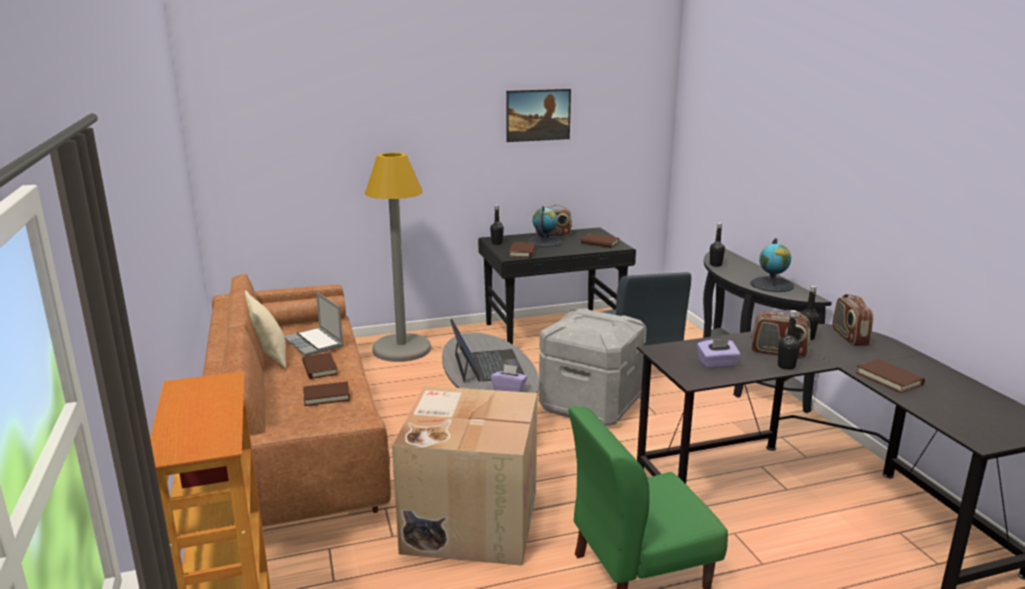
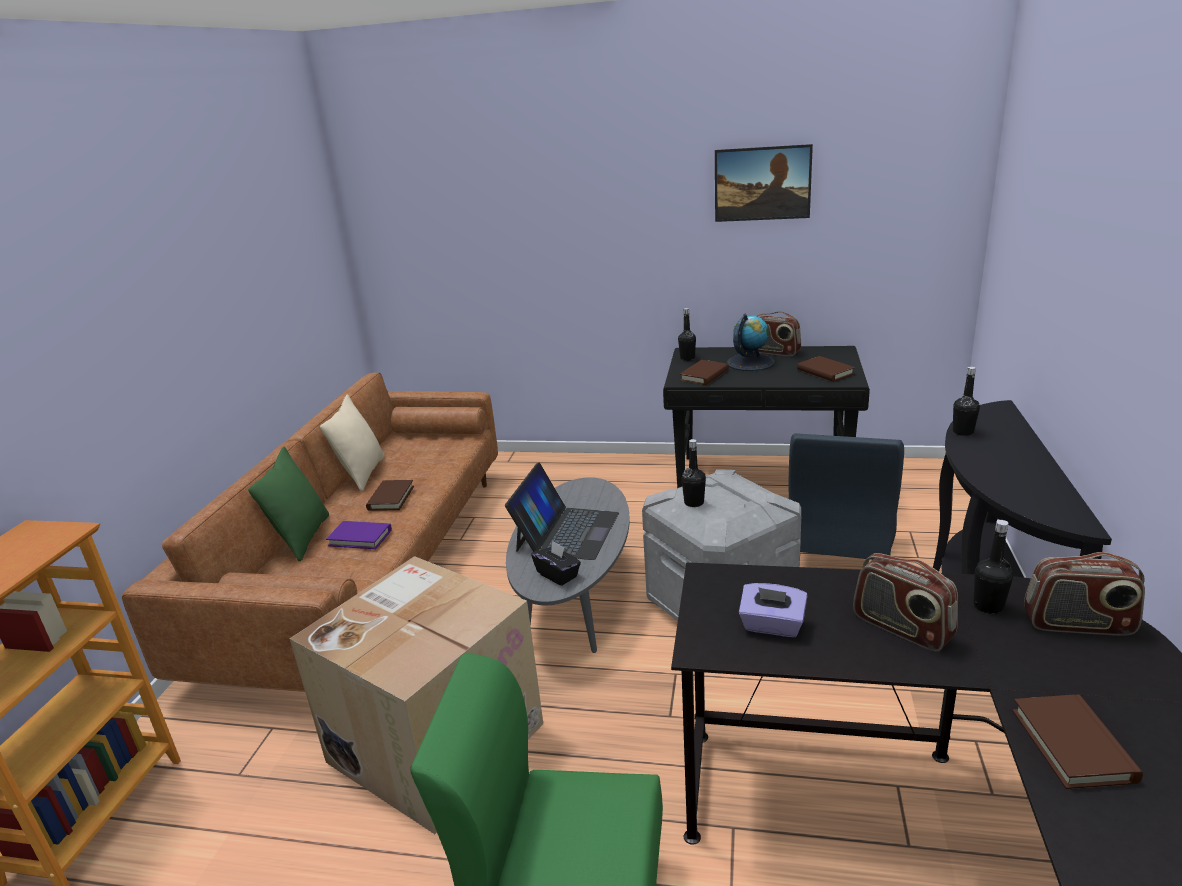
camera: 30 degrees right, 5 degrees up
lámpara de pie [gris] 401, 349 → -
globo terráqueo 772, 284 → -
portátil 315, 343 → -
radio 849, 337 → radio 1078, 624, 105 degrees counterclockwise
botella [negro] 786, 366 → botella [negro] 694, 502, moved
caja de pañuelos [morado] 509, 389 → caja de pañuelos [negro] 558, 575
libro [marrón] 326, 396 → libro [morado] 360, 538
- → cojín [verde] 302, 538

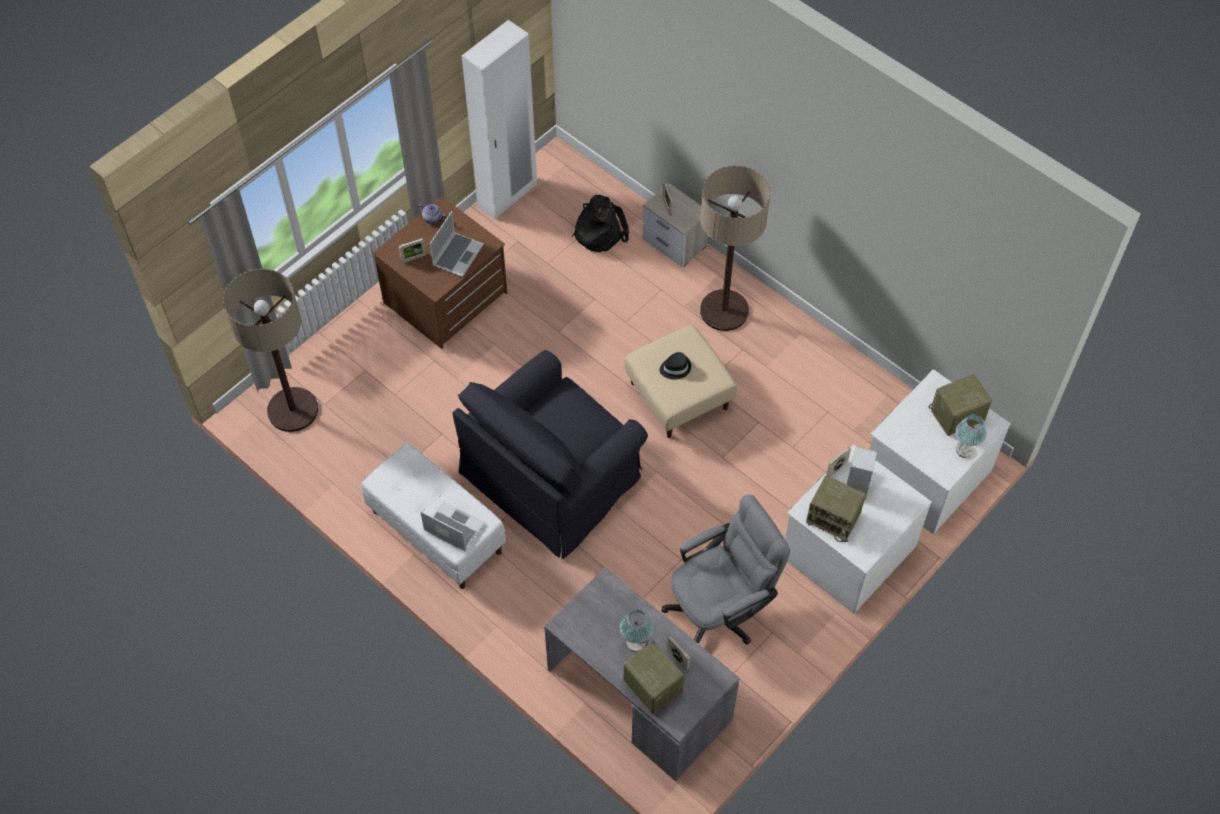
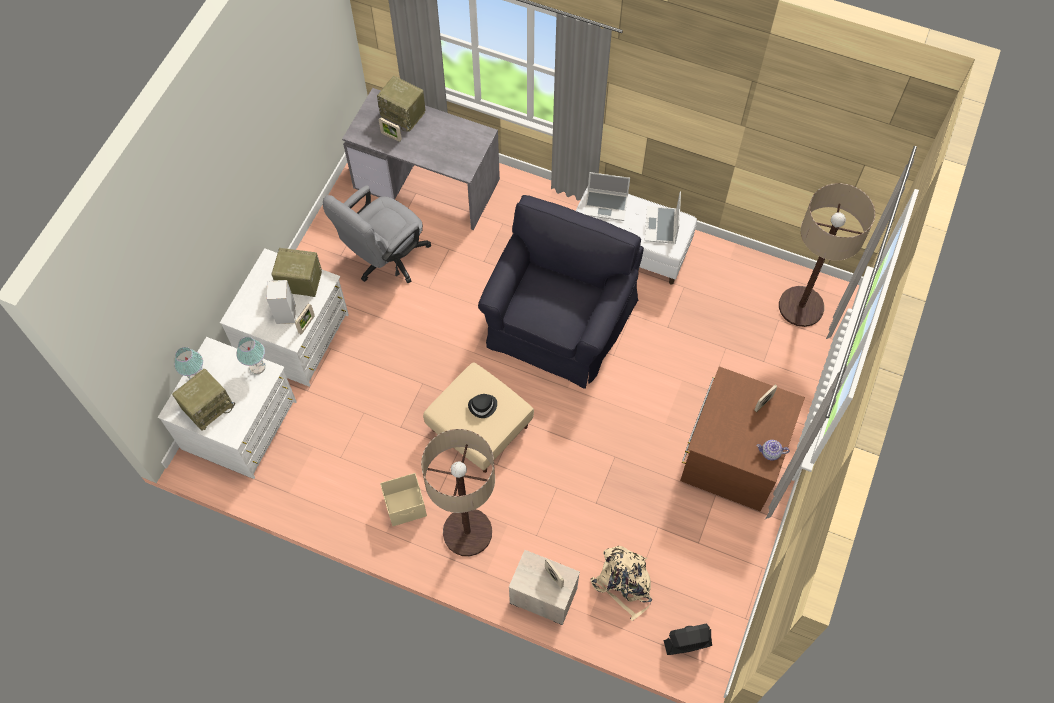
camera: 160 degrees right, 5 degrees up
armario ropero [blanco] 507, 196 → -
mochila [negro] 599, 231 → mochila [beis] 624, 583
portátil 457, 255 → portátil 661, 226, moved
lámpara de mesa 636, 643 → lámpara de mesa 257, 367, moved
- → caja de almacenaje [beis] 406, 506
- → ventilador [negro] 687, 643

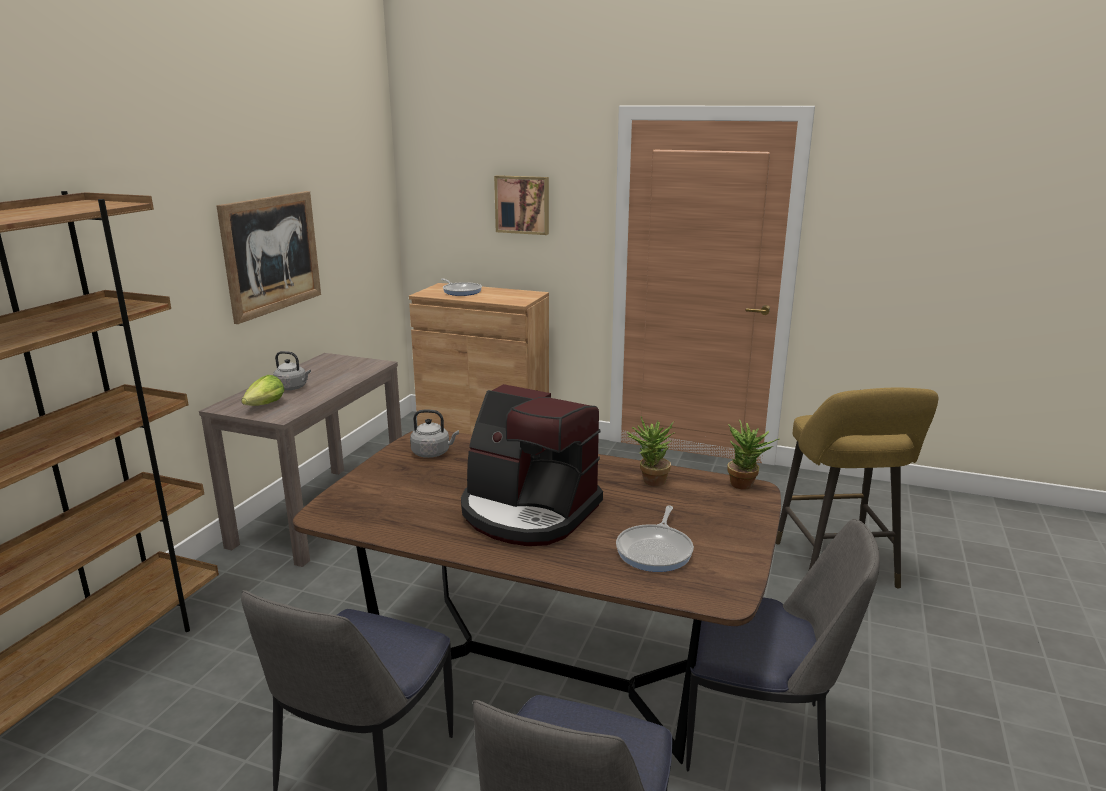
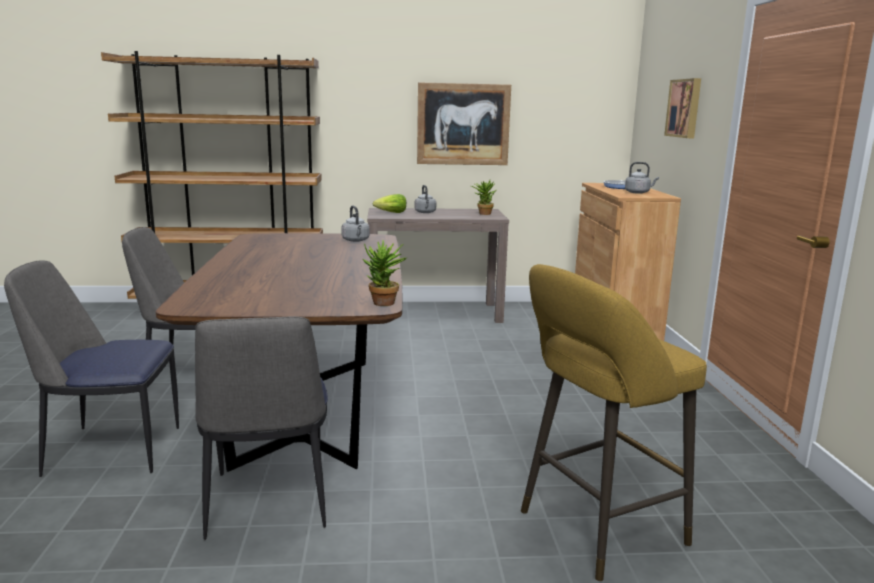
camera: 65 degrees right, 5 degrees down
cafetera 528, 512 → -
planta en maceta 649, 482 → planta en maceta 483, 213, moved
sartén 656, 550 → -
- → hervidor [gris] 638, 192

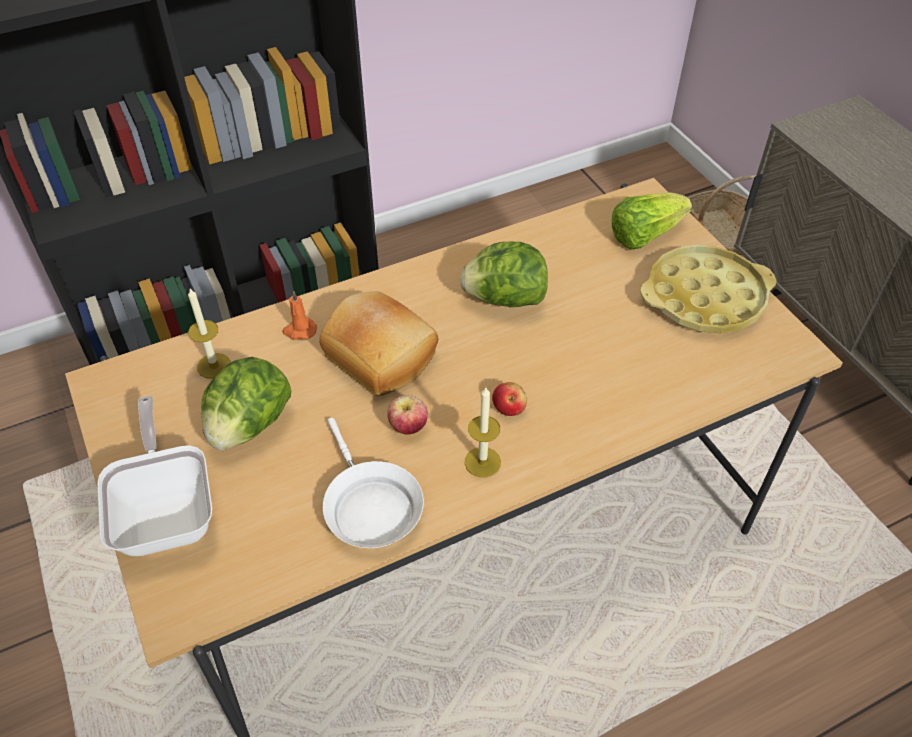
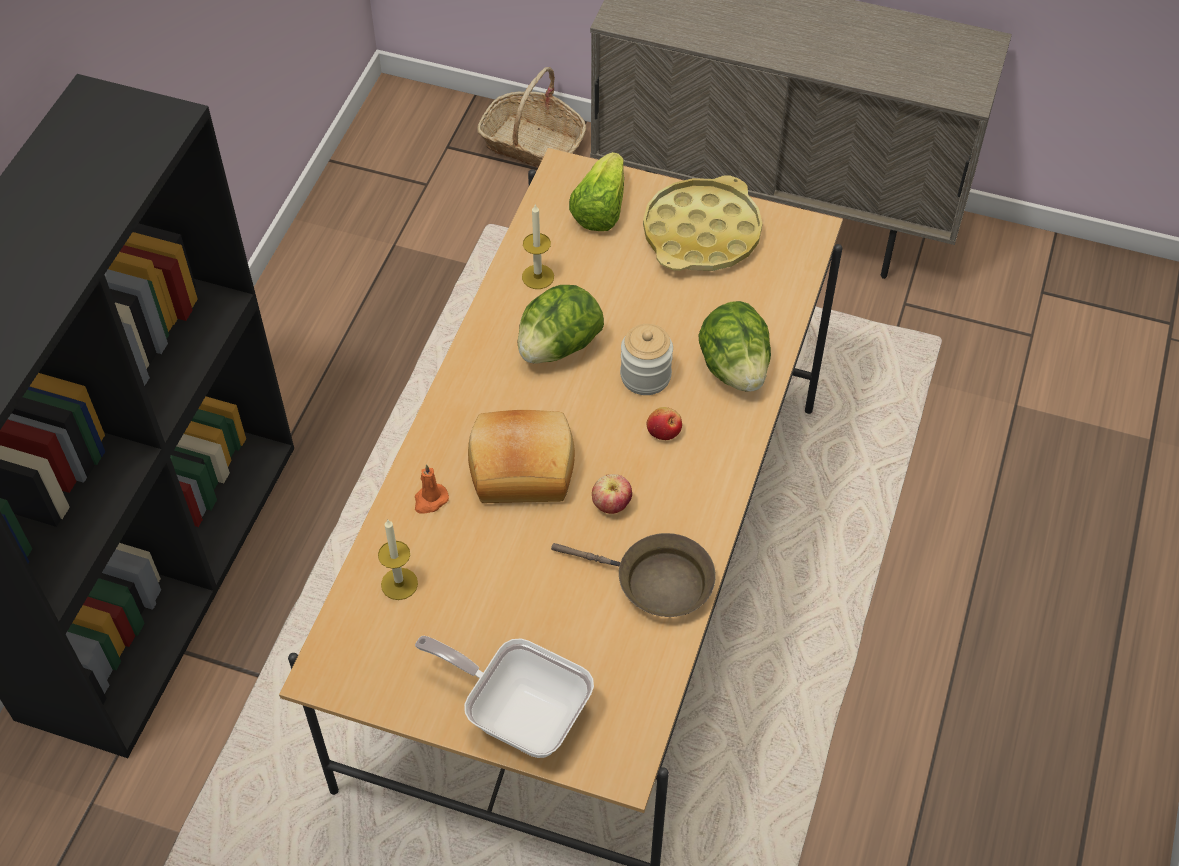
camera: 45 degrees left, 5 degrees up
lechuga 249, 425 → lechuga 734, 368, moved
vela 482, 462 → vela 538, 277, moved
sartén [blanco] 369, 506 → sartén [marrón] 656, 582
- → tarro 645, 376

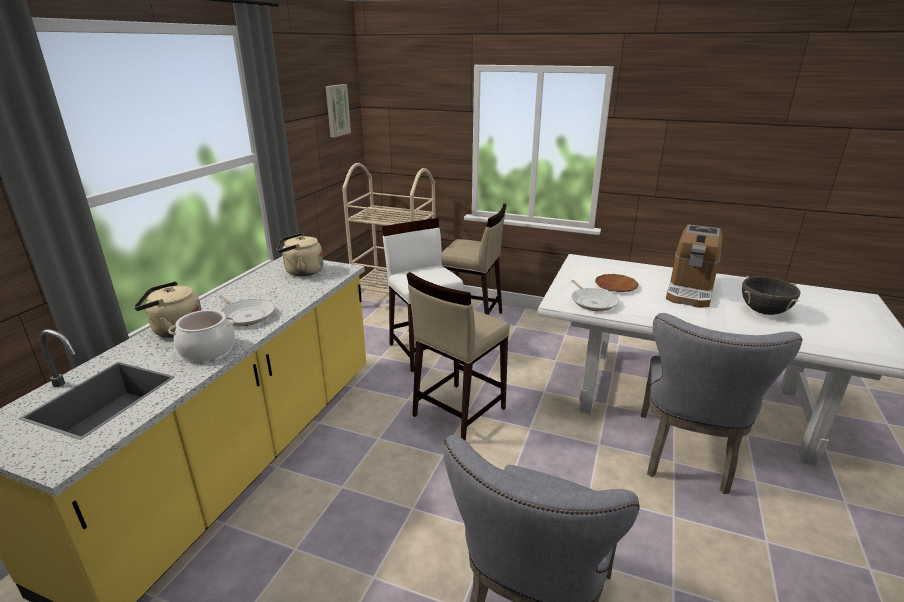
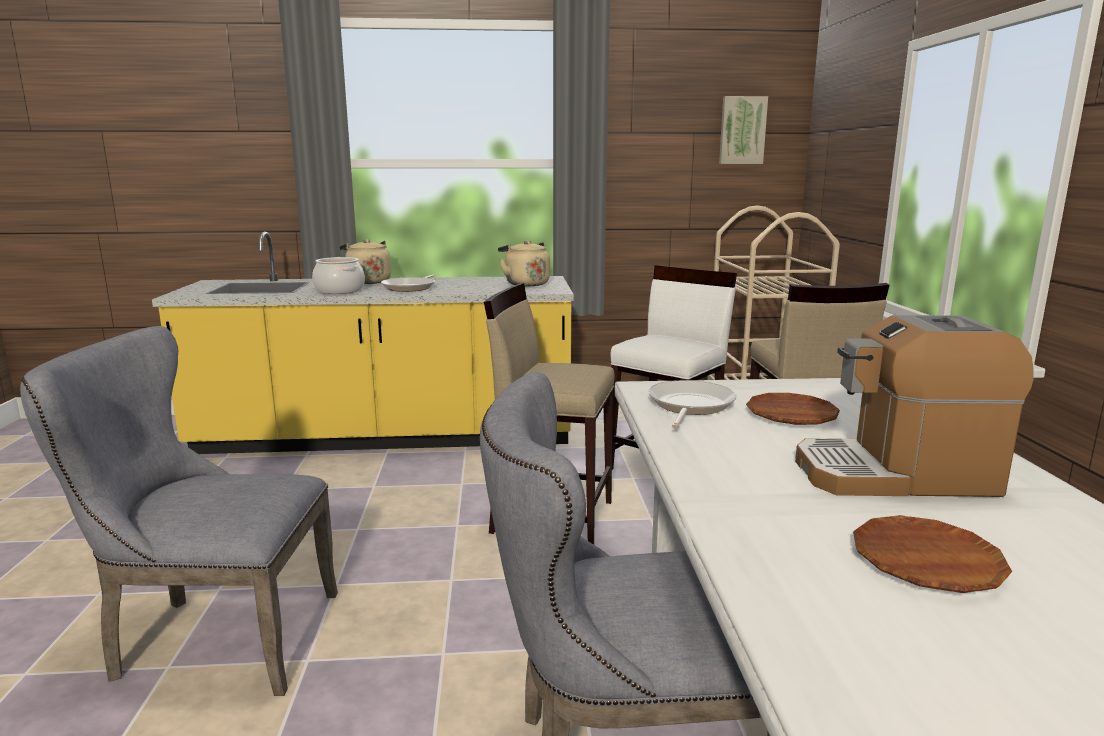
camera: 65 degrees right, 10 degrees down
olla [negro] 763, 312 → plato [marrón] 926, 562
sartén 592, 301 → sartén 689, 406, 150 degrees clockwise

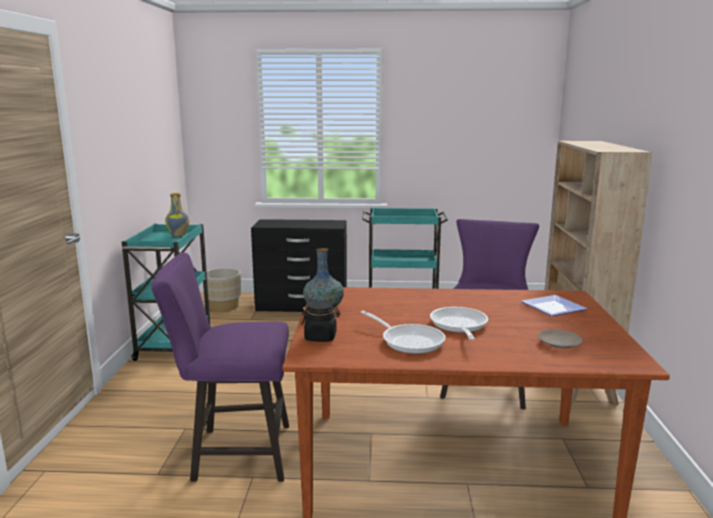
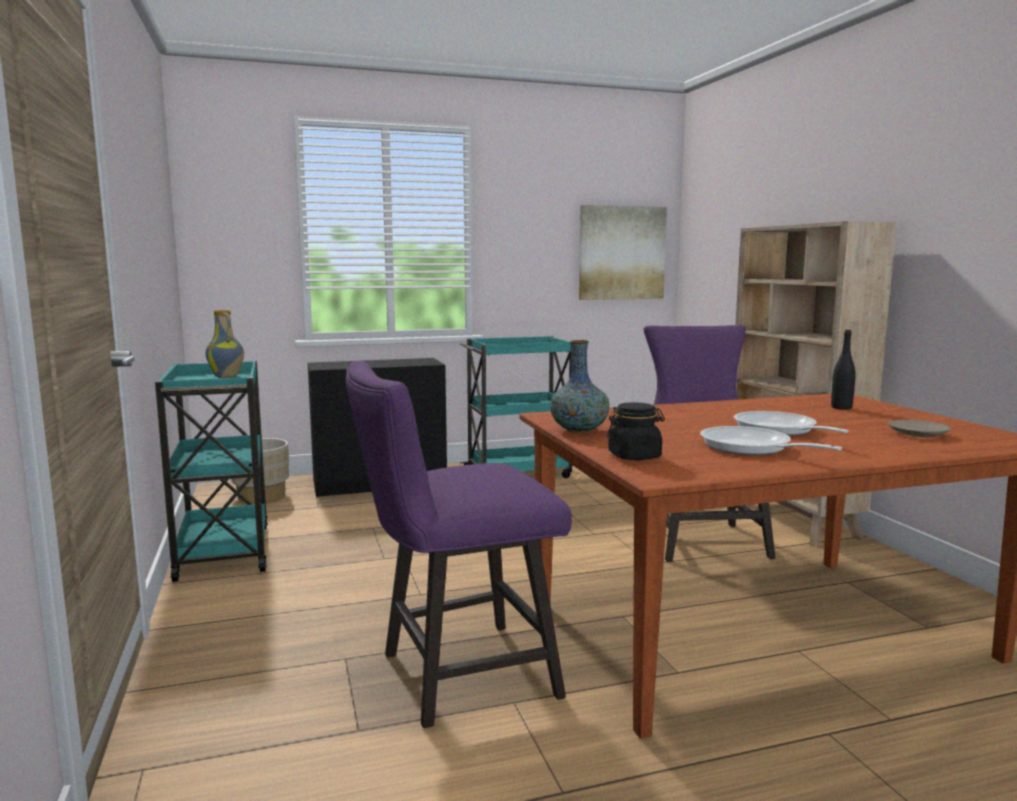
camera: 20 degrees left, 5 degrees down
plato 550, 307 → botella [negro] 841, 407
sartén 409, 341 → sartén 751, 448, 150 degrees counterclockwise
- → cuadro 621, 253

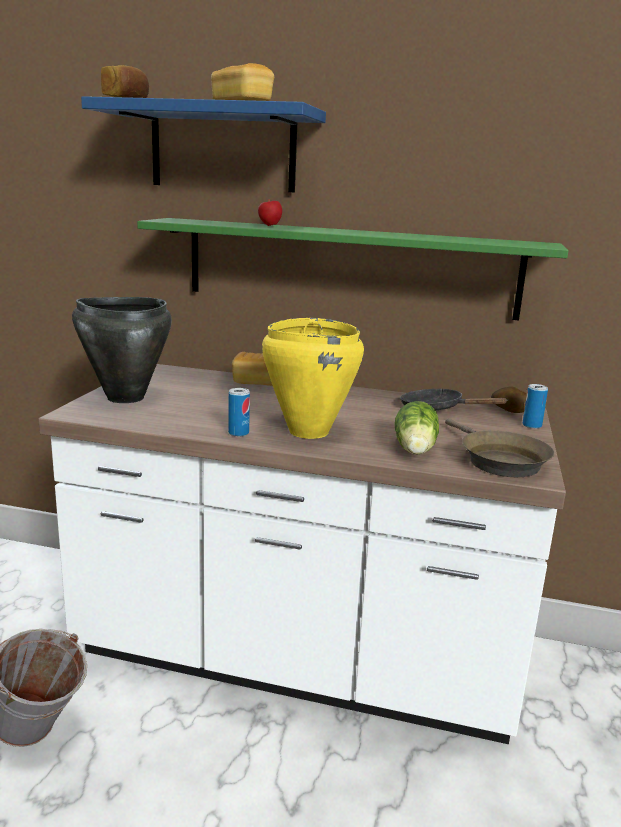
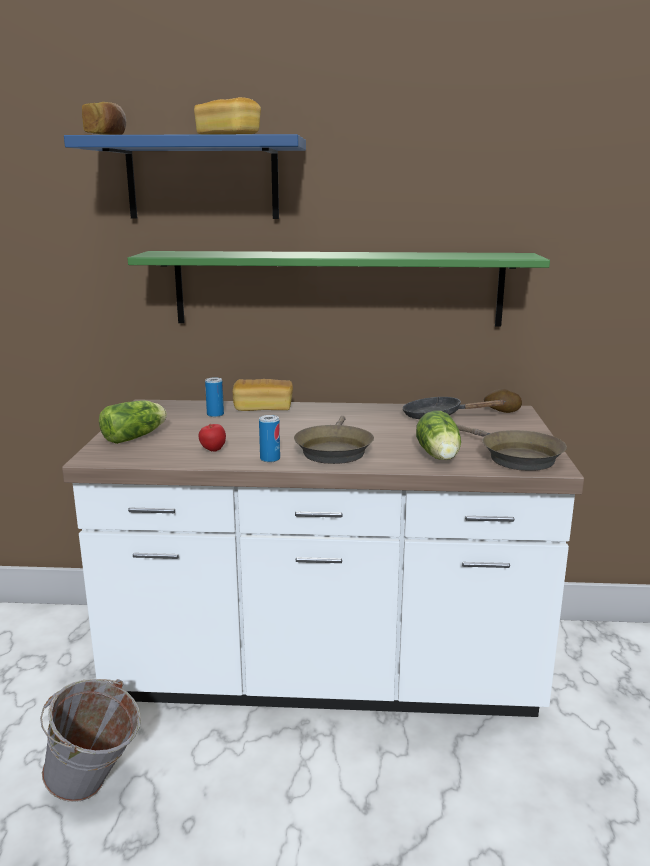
camera: 10 degrees left, 0 degrees up
manzana 269, 225 → manzana 213, 451, moved
olla [negro] 124, 397 → lechuga 136, 437
olla [amarillo] 308, 432 → sartén [marrón] 333, 450
lata 532, 425 → lata 215, 414, moved

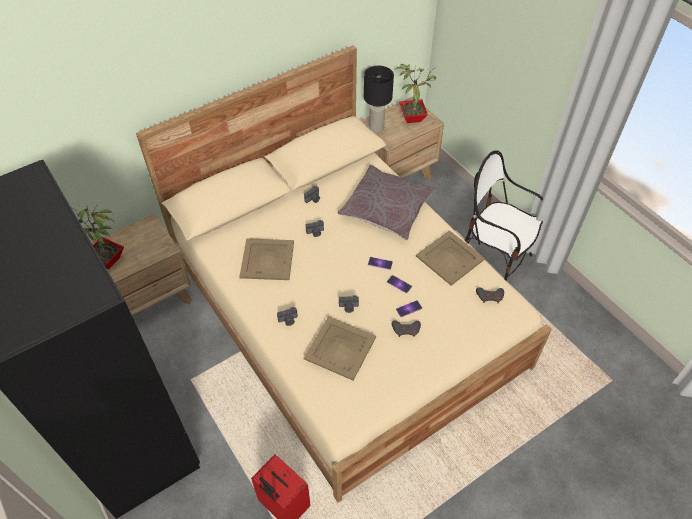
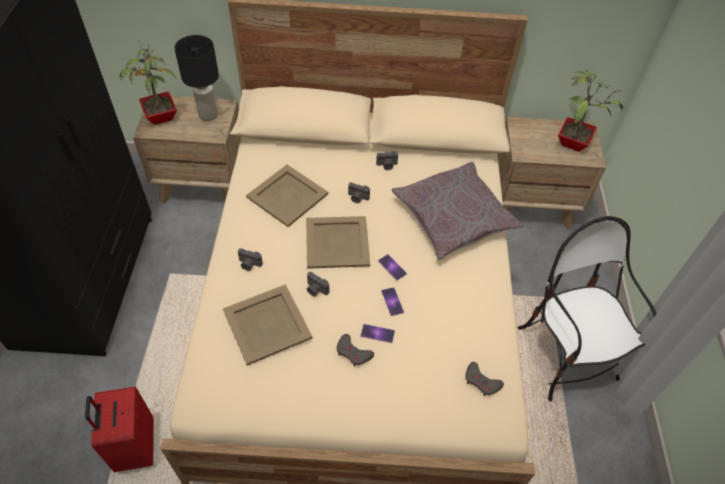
camera: 35 degrees right, 0 degrees up
lámpara de mesa [negro] 376, 128 → lámpara de mesa [negro] 207, 115, moved
bandeja [beis] 450, 258 → bandeja [beis] 338, 243, moved

